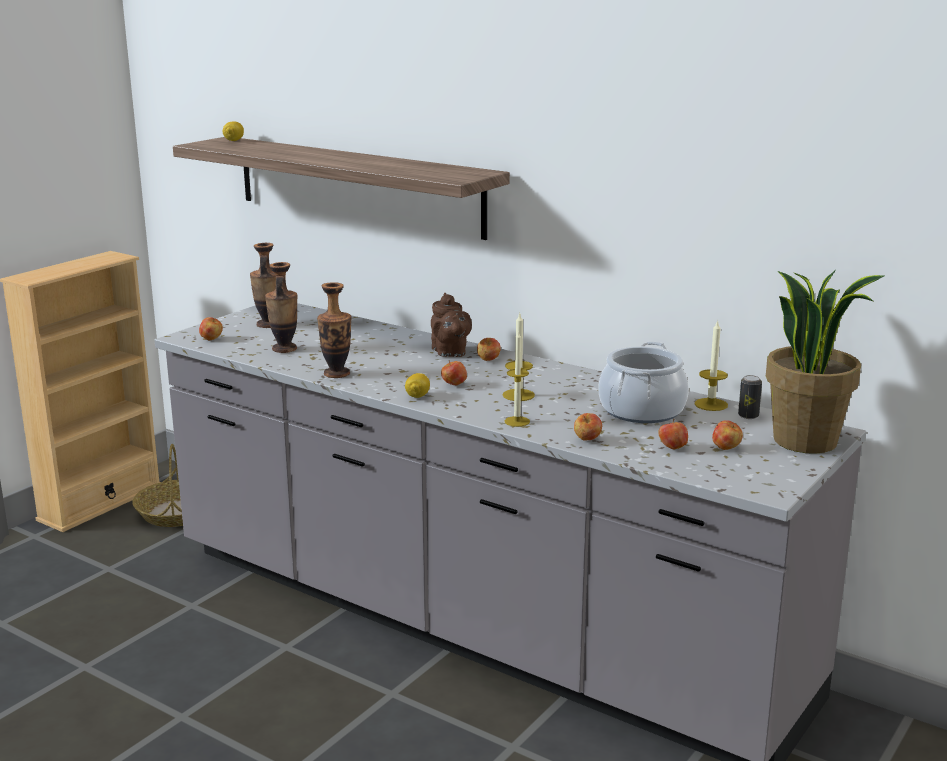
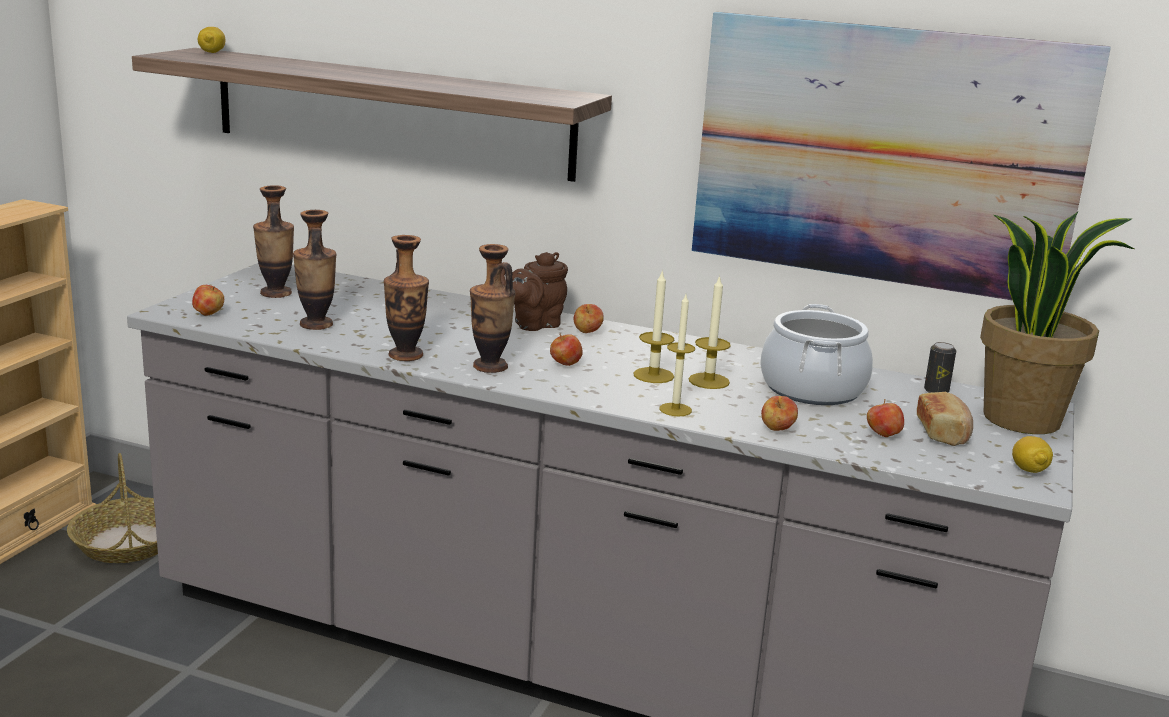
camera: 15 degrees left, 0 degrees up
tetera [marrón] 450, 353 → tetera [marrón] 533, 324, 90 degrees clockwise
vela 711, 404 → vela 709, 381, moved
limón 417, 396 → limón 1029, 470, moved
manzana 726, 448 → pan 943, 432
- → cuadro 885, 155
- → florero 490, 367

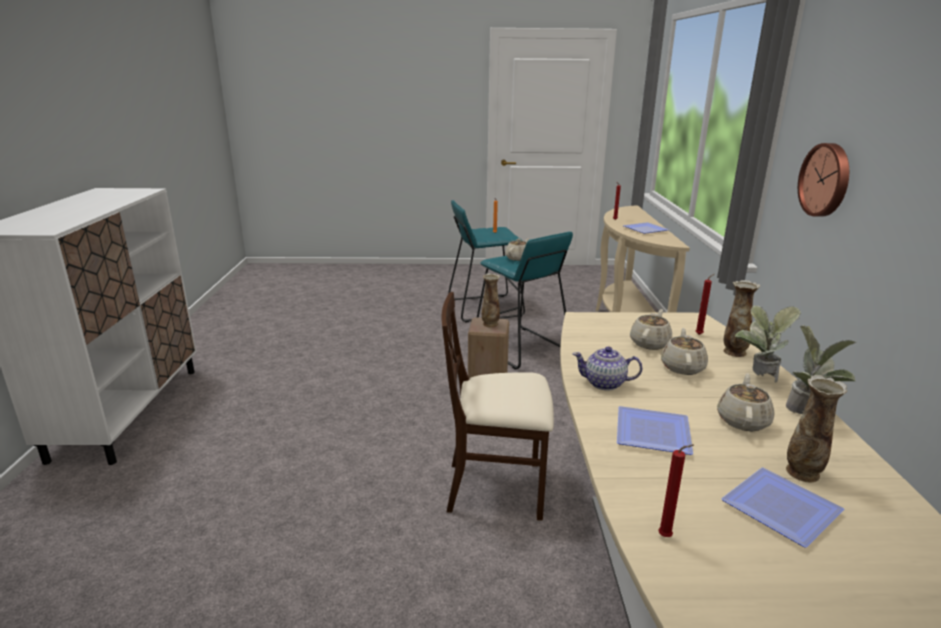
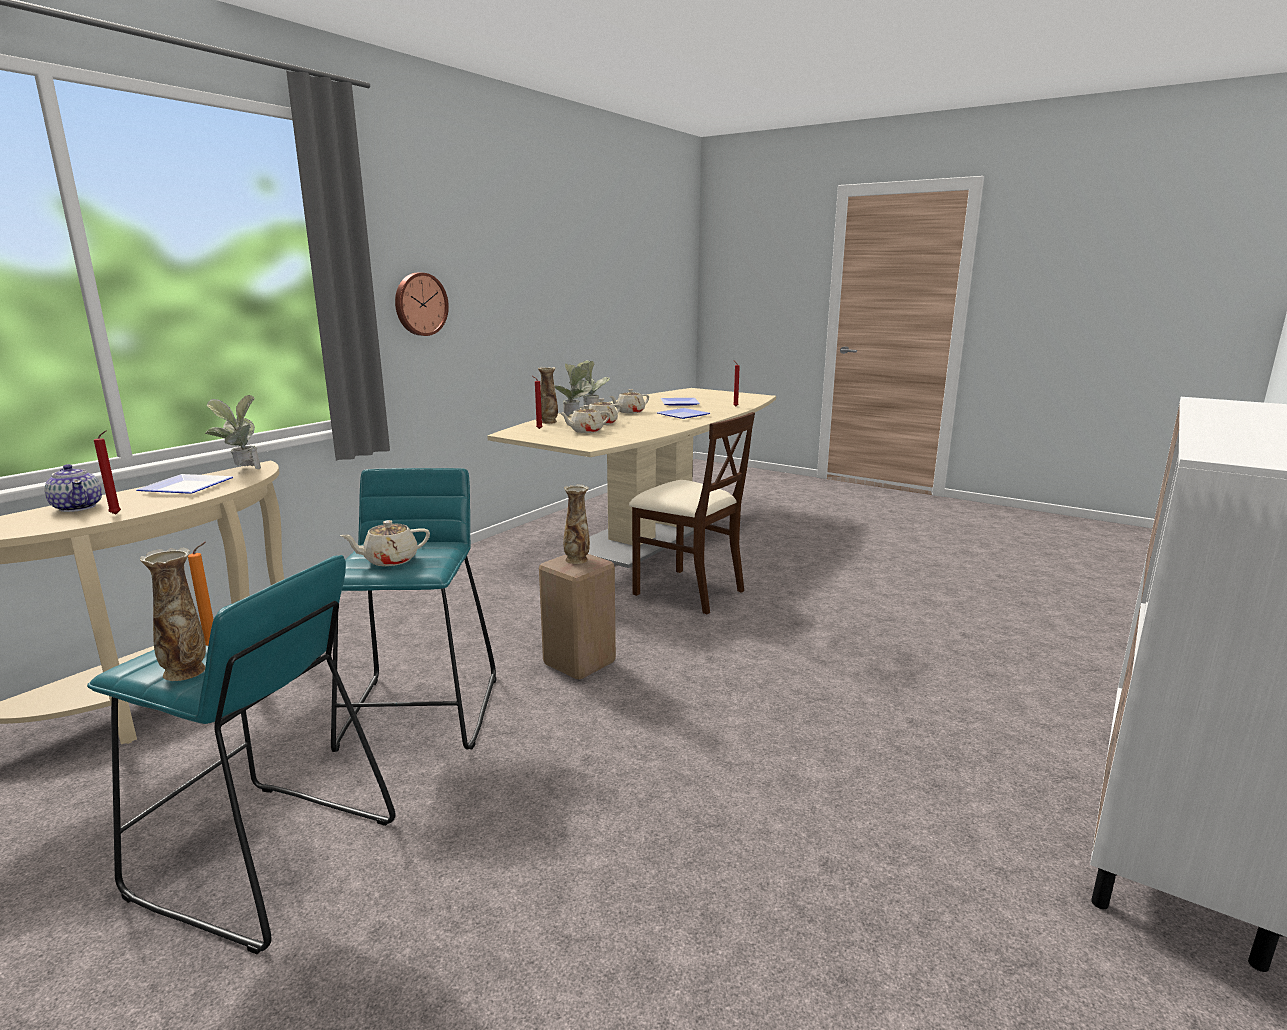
camera: 145 degrees left, 5 degrees down
tetera 605, 383 → tetera 78, 507, moved
florero 802, 473 → florero 186, 671, moved
- → planta en maceta 241, 470

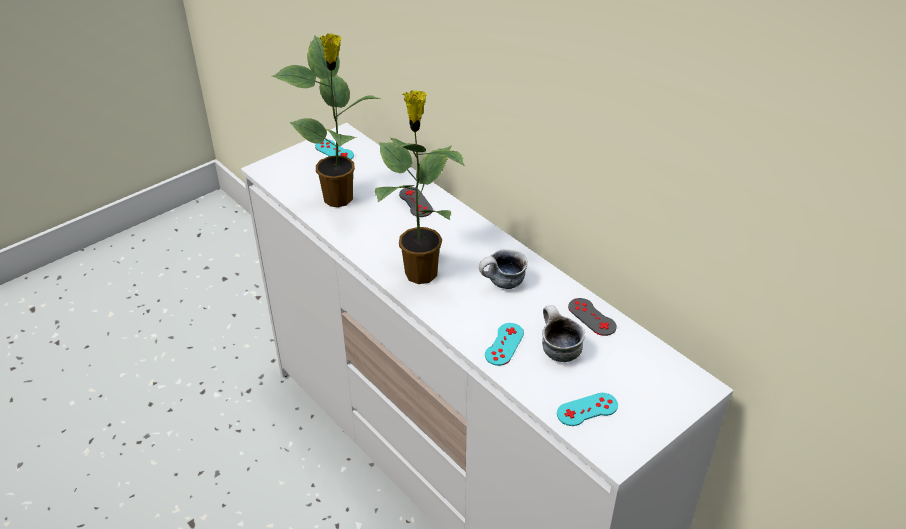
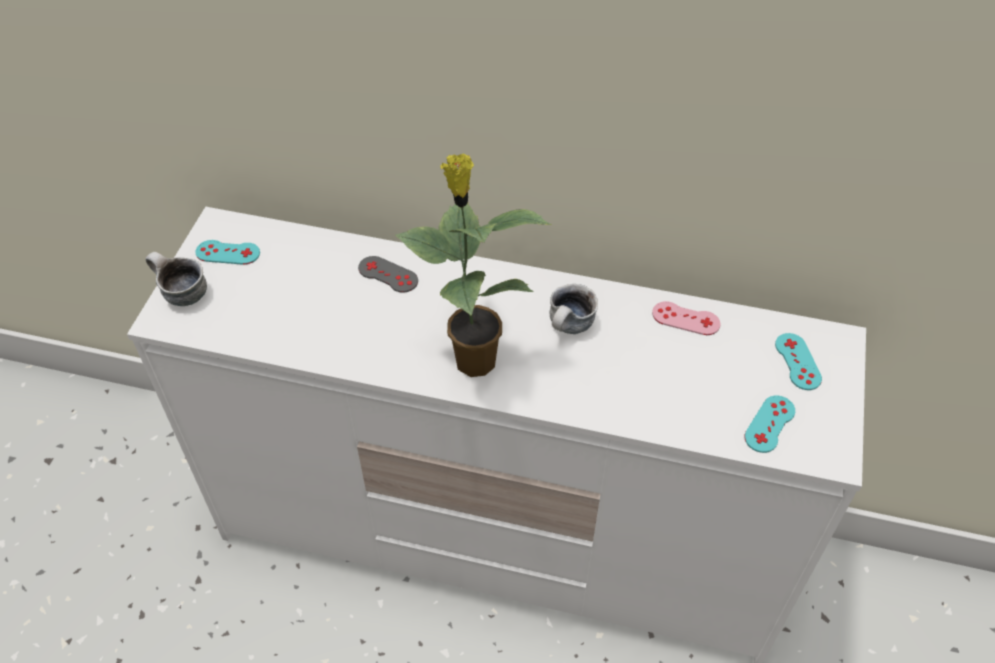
camera: 35 degrees left, 10 degrees up
planta en maceta 340, 199 → -
mando de consola [gris] 592, 317 → mando de consola [rosa] 685, 318
taza grande 556, 350 → taza grande 180, 295, moved
mando de consola [turquesa] 504, 344 → mando de consola [turquesa] 797, 361, moved

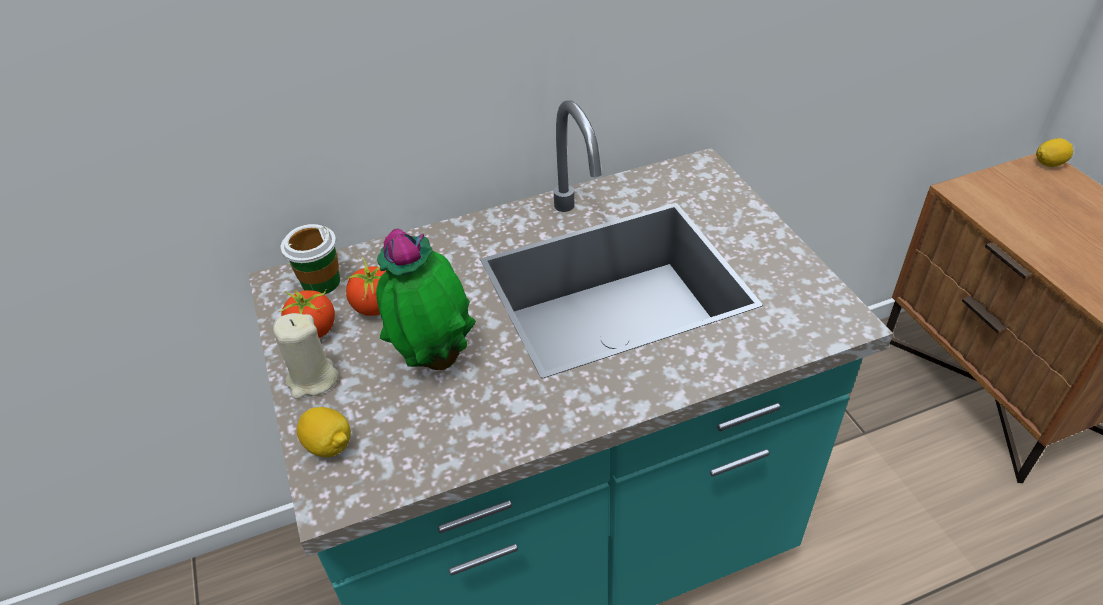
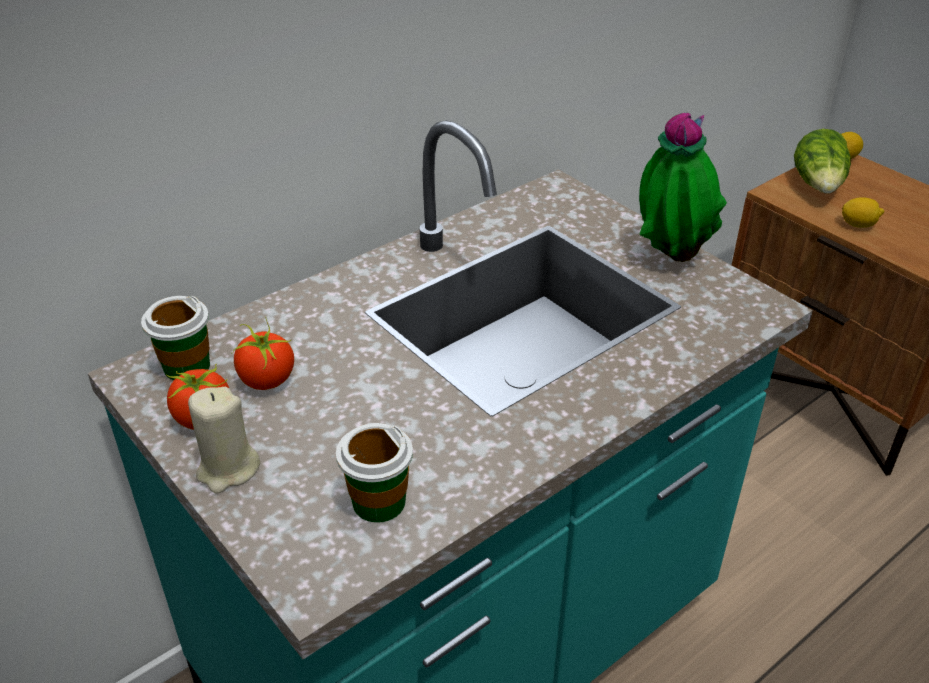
camera: 20 degrees left, 5 degrees down
planta en maceta 435, 359 → planta en maceta 669, 257, moved
limón 329, 445 → limón 858, 225, moved
- → lechuga 818, 185
- → taza 378, 502

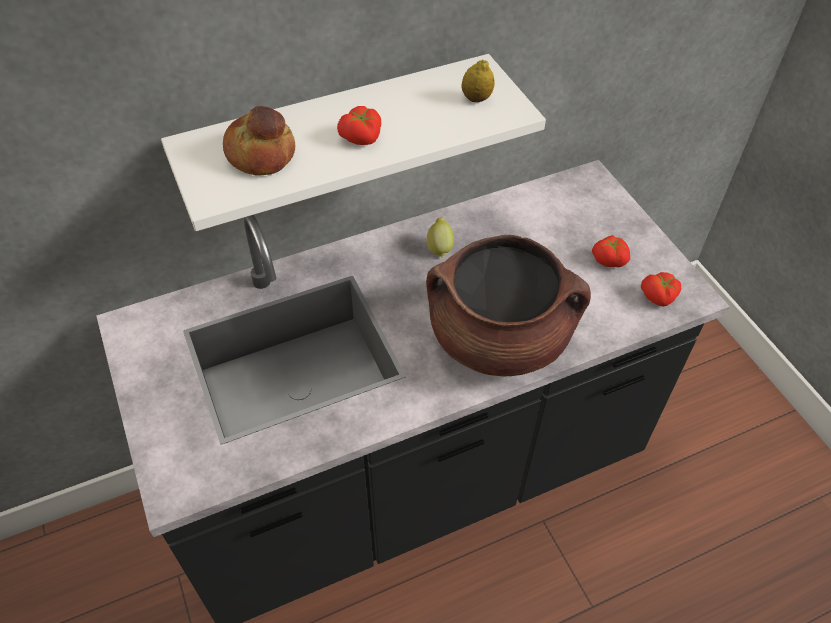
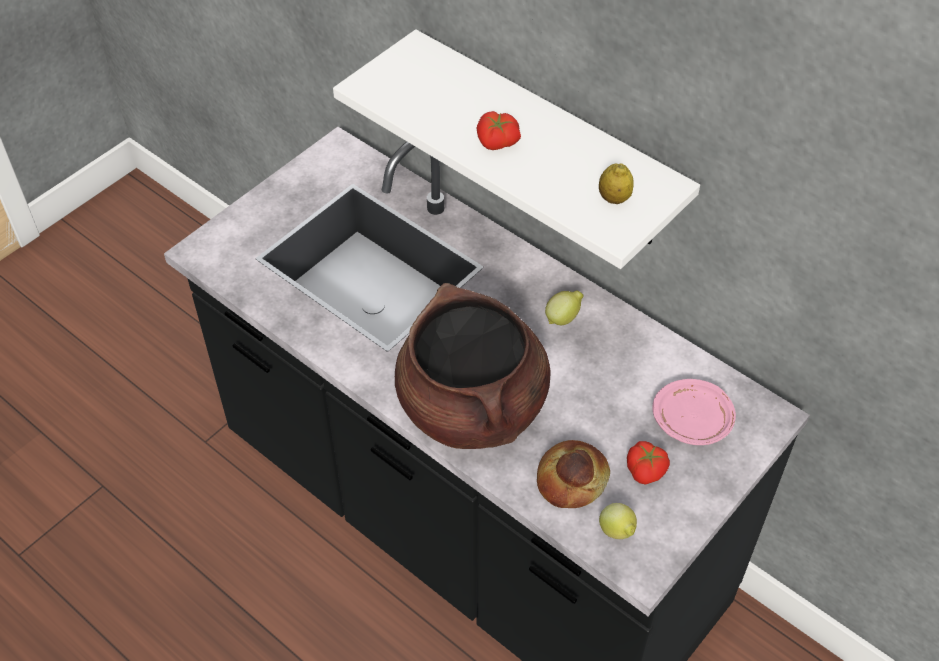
camera: 65 degrees right, 0 degrees up
pan 262, 154 → pan 572, 481, moved
tomate 658, 297 → limón 617, 532
- → plato [rosa] 693, 420

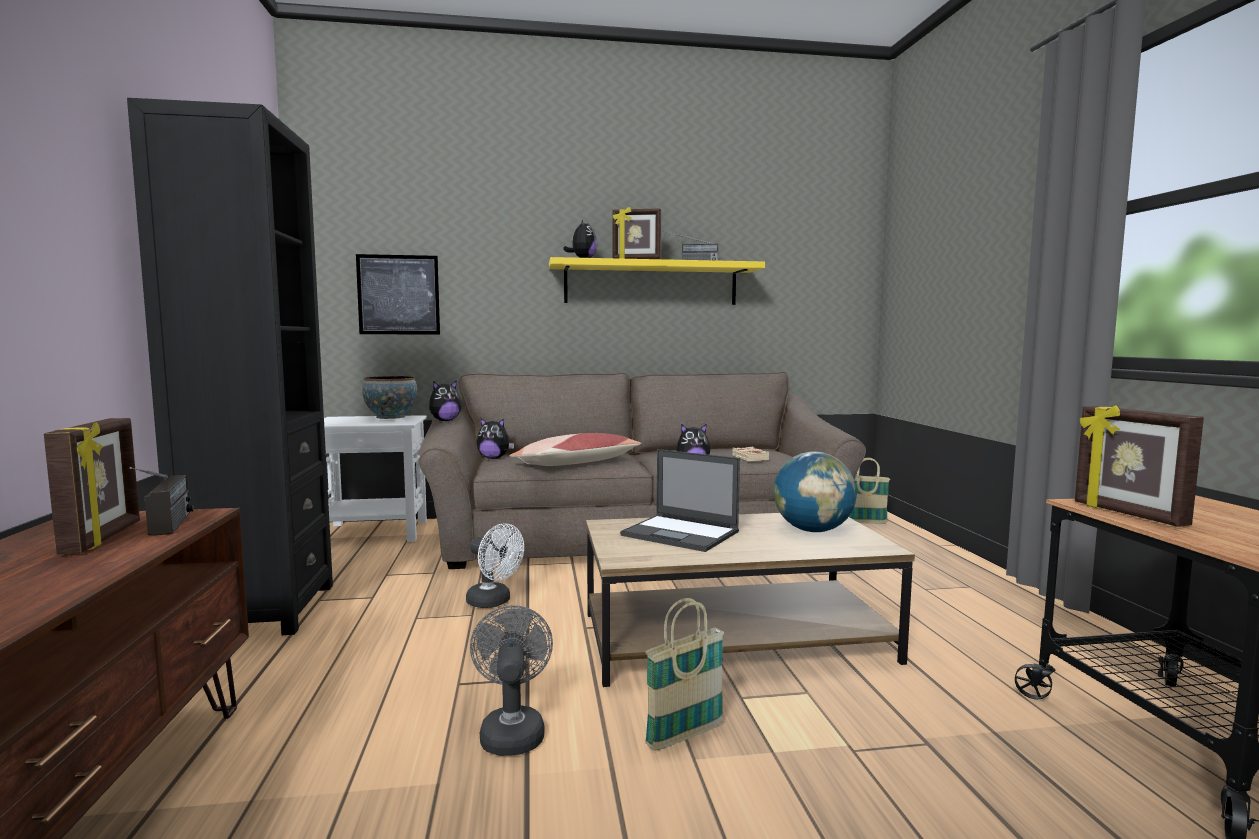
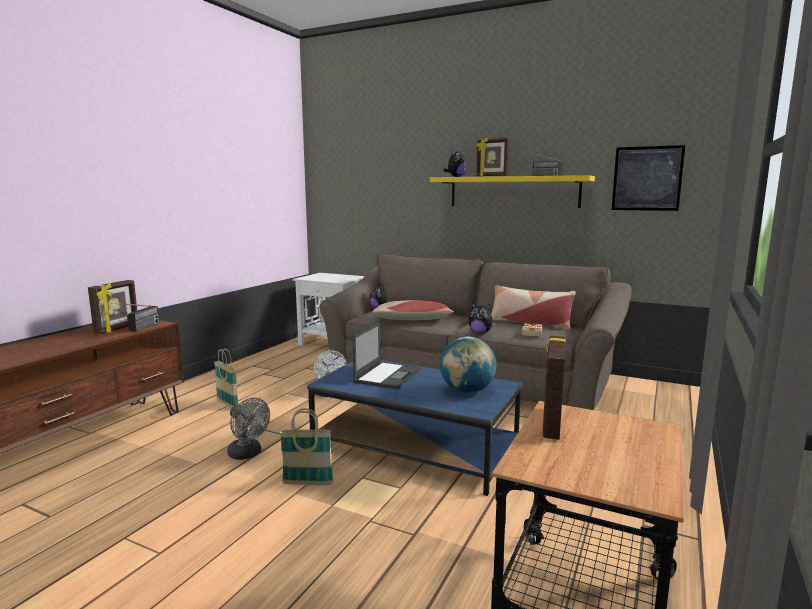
camera: 35 degrees right, 5 degrees up
estantería [negro] 260, 611 → -
cuadro 398, 295 → cuadro 647, 178, moved
cuenco 391, 417 → -
peluche 445, 421 → -
portátil 681, 534 → portátil 387, 375, 135 degrees counterclockwise
cesta 865, 522 → cesta 227, 404, moved
mesa de centro [marrón] 736, 637 → mesa de centro [azul] 416, 448
ventilador [gris] 512, 731 → ventilador [gris] 248, 454, 105 degrees clockwise
- → cojín 530, 323

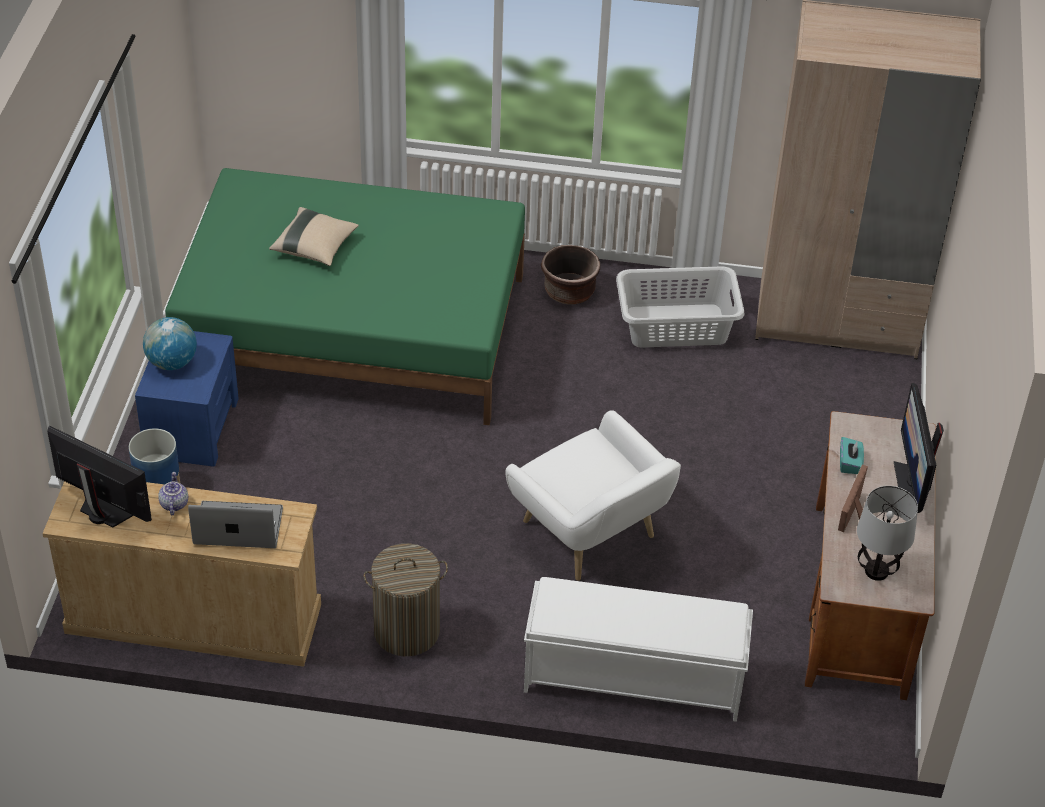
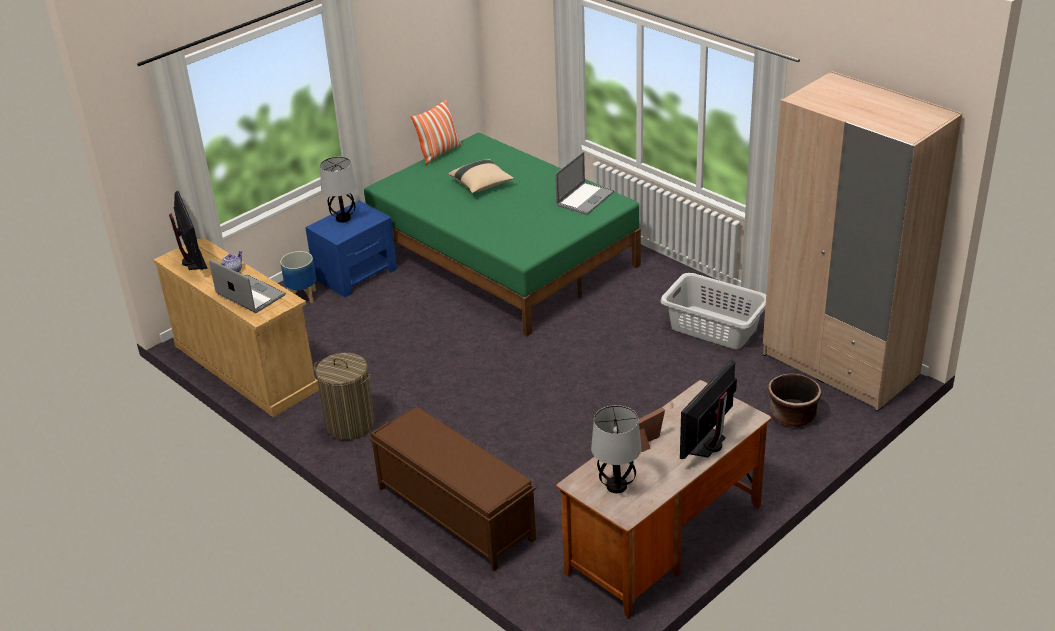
camera: 40 degrees right, 10 degrees down
maceta [marrón] 569, 292 → maceta [marrón] 792, 415, moved
globo terráqueo 172, 362 → lámpara de mesa 343, 218
sillón [blanco] 592, 536 → -
caja de pañuelos [turquesa] 849, 463 → -
banco [blanco] 631, 678 → banco [marrón] 454, 513
- → cojín 439, 153
- → portátil 585, 198

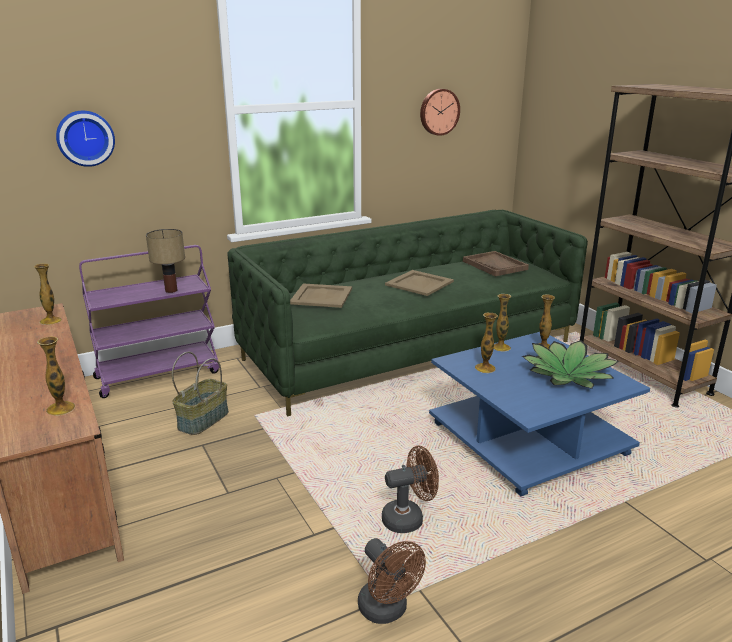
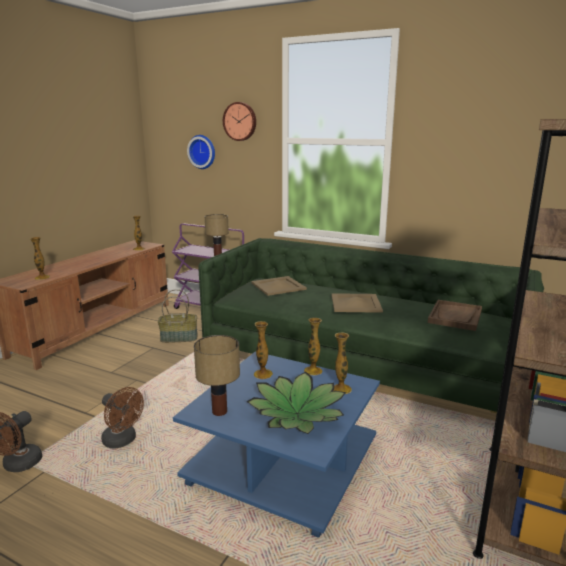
camera: 55 degrees right, 5 degrees down
reloj de pared 438, 112 → reloj de pared 240, 121, moved
- → lámpara de mesa 219, 412

